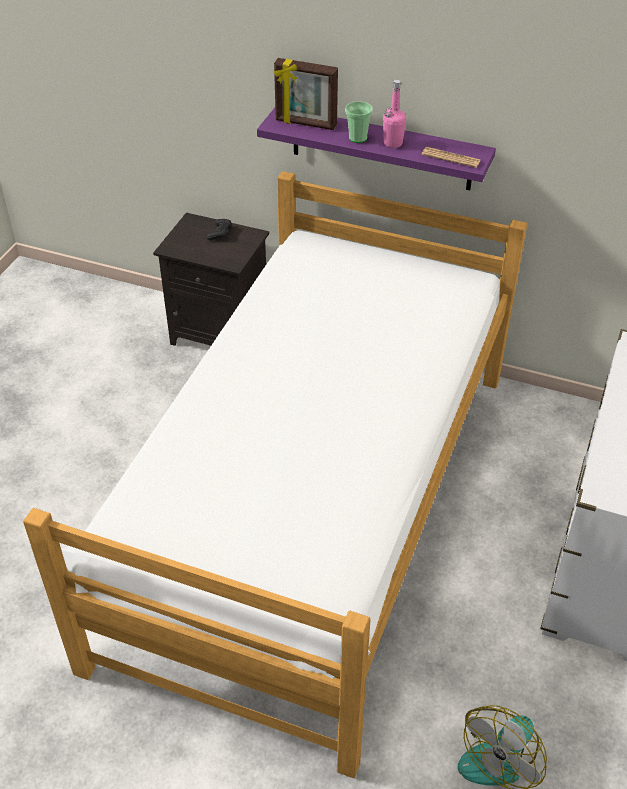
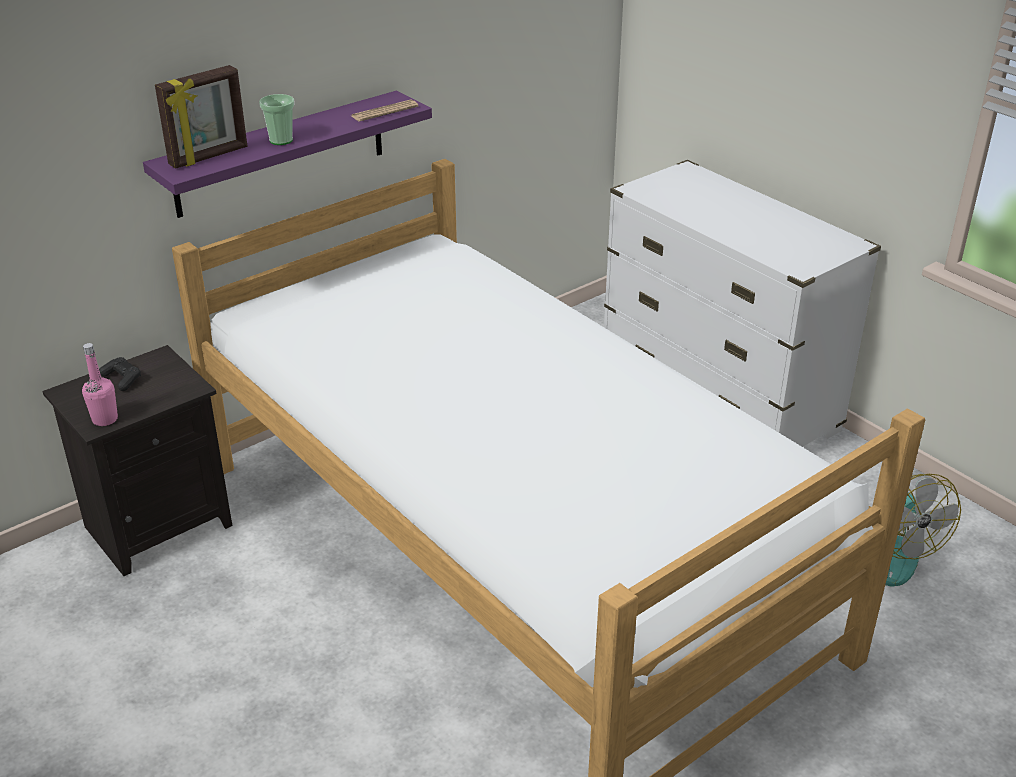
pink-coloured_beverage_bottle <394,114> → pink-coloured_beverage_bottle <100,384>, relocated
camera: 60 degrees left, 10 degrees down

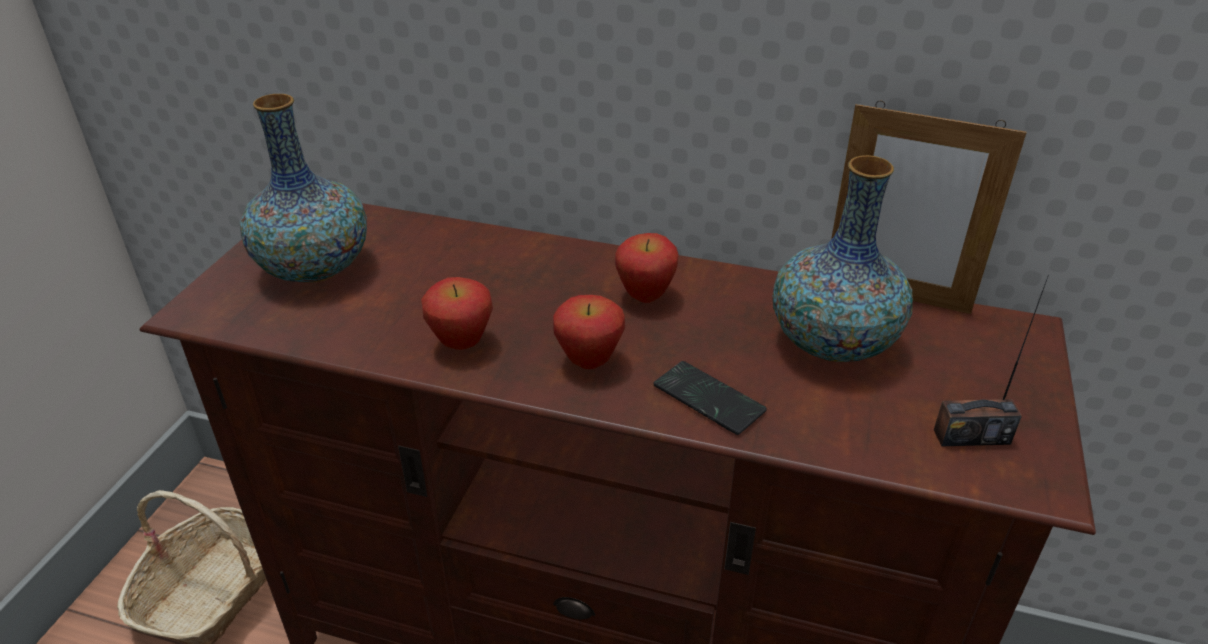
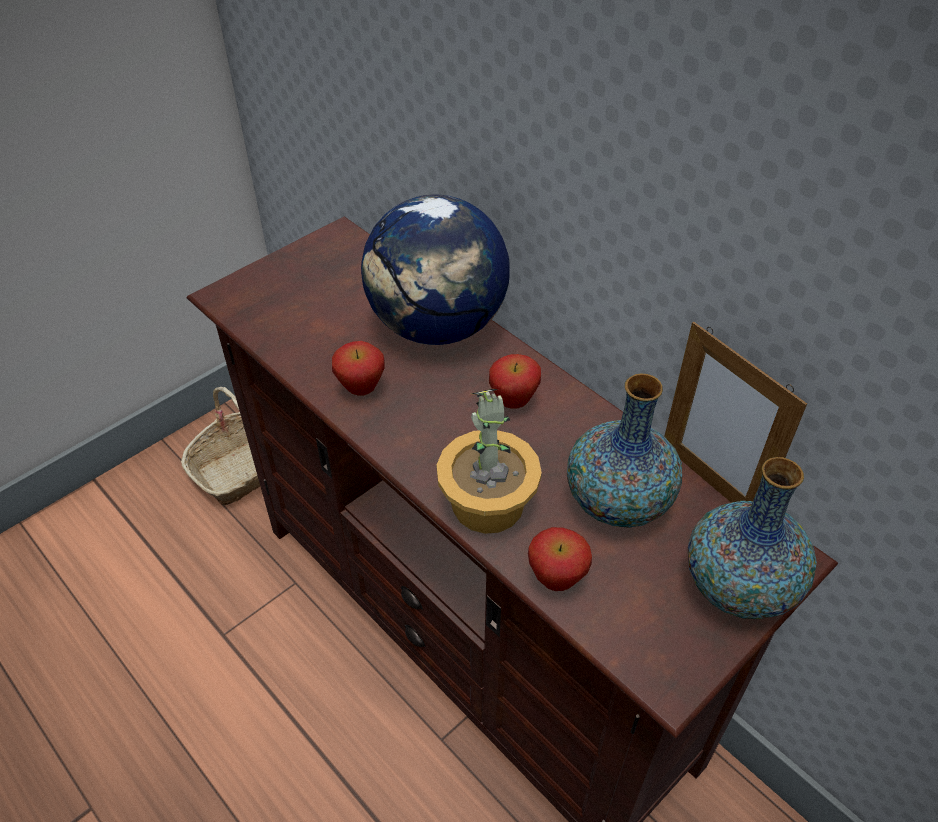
decorative_vase <303,188> → decorative_vase <752,538>, relocated
radio_receiver <991,361> → -
apple <589,332> → apple <560,559>, relocated
handset <710,398> → plant_in_a_pot <489,461>
- → world_globe <435,269>
camera: 30 degrees right, 10 degrees up

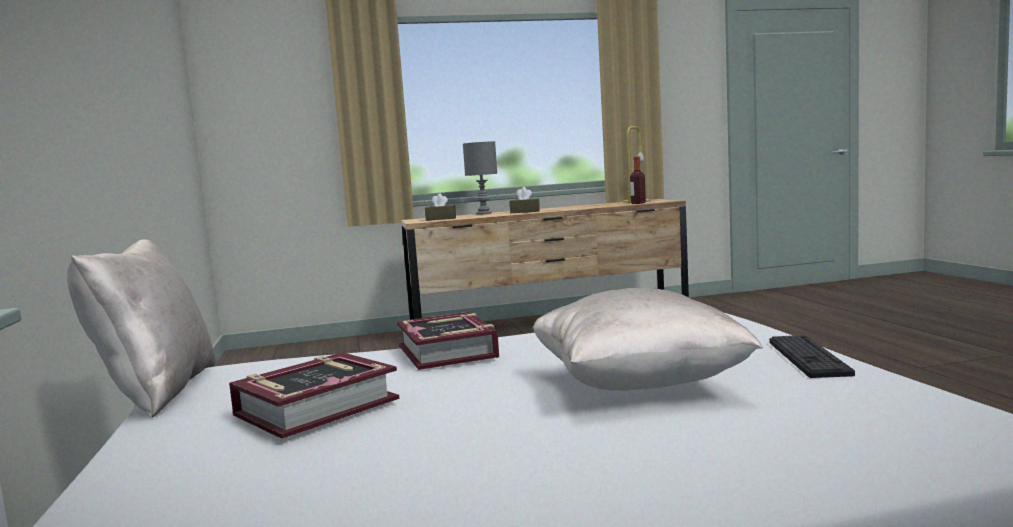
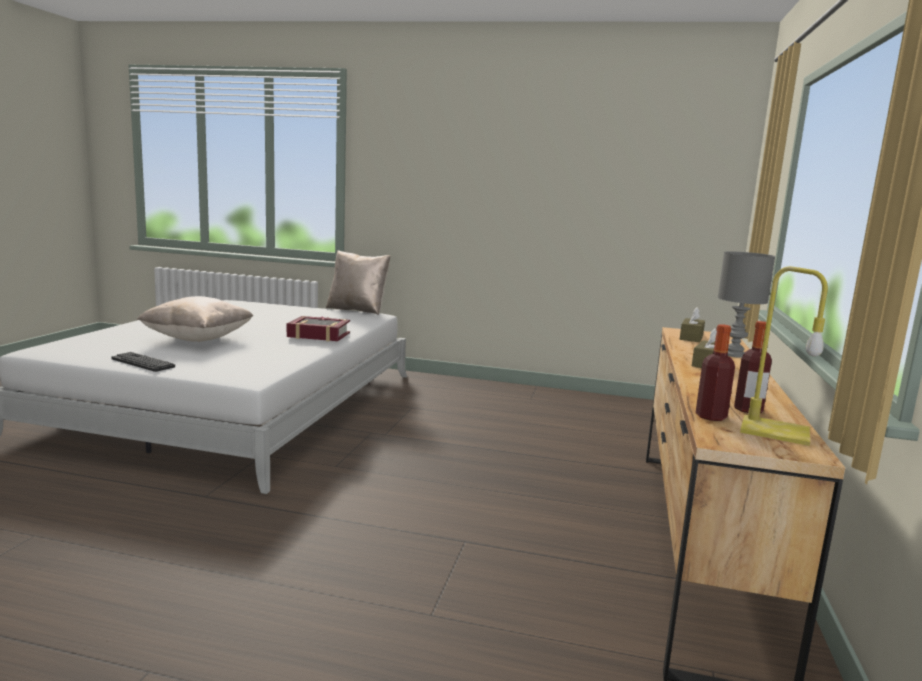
bound_book <314,395> → -
- → beverage_bottle <753,367>
camera: 115 degrees right, 5 degrees up

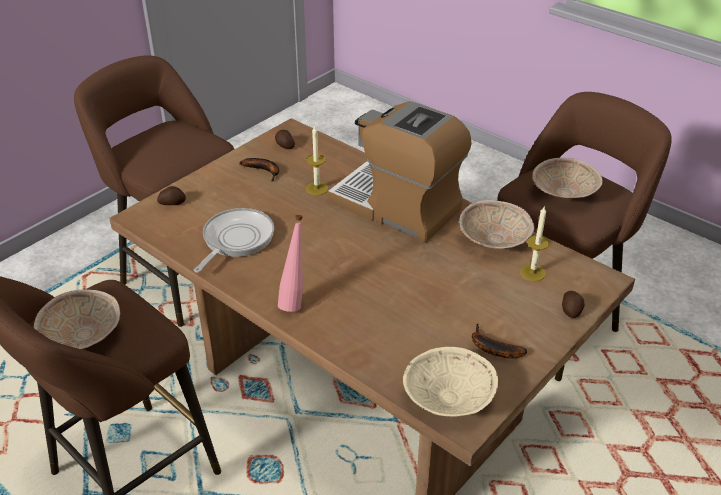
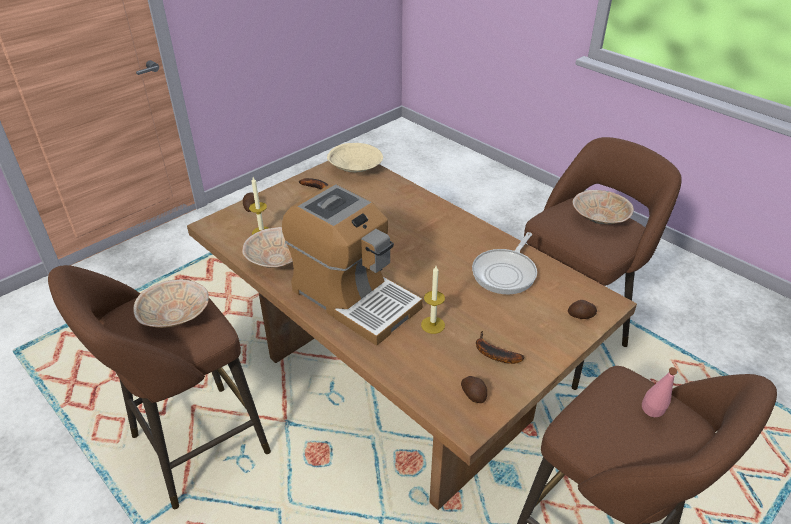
pink-coloured_beverage_bottle <290,263> → pink-coloured_beverage_bottle <660,392>, relocated
camera: 175 degrees left, 0 degrees up

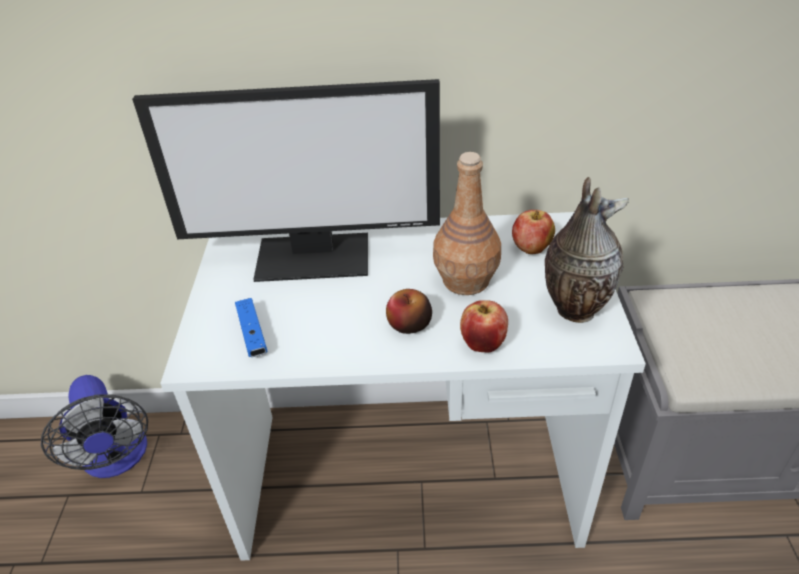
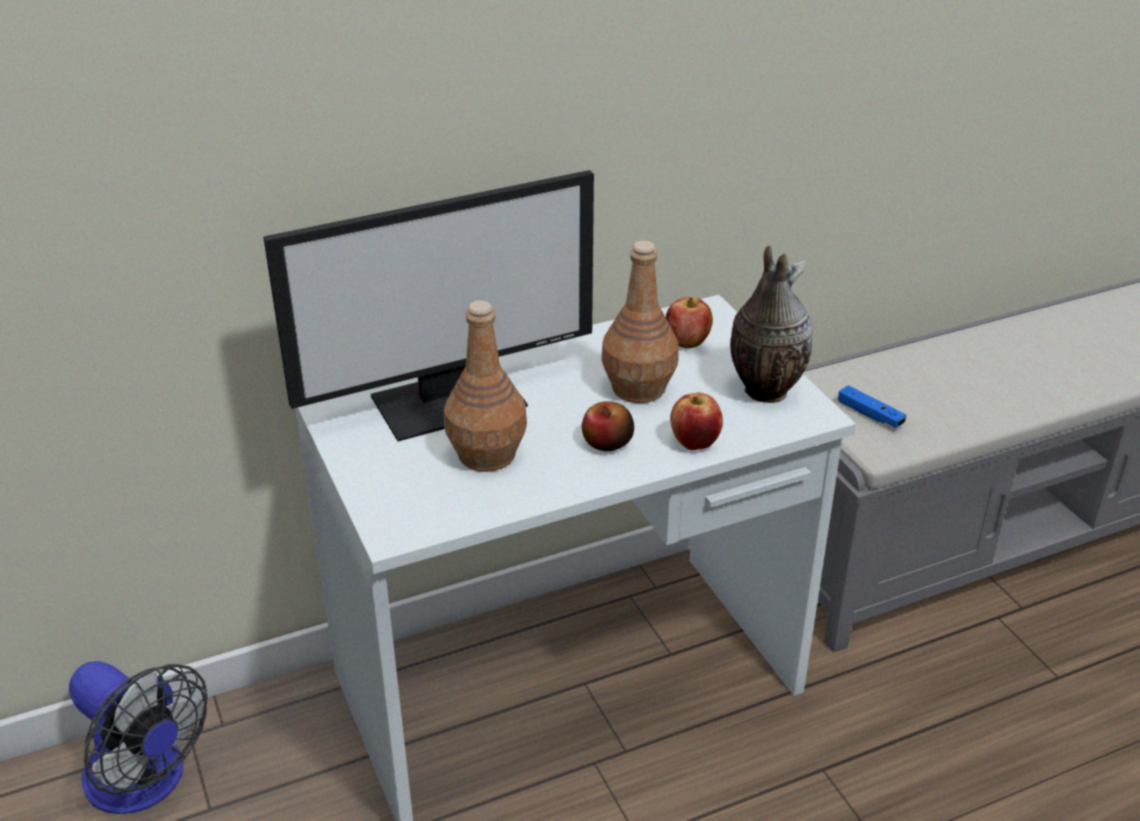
bluish_gamepad <251,327> → bluish_gamepad <872,406>, relocated
- → brownish_beverage_bottle <485,386>
camera: 25 degrees left, 5 degrees down

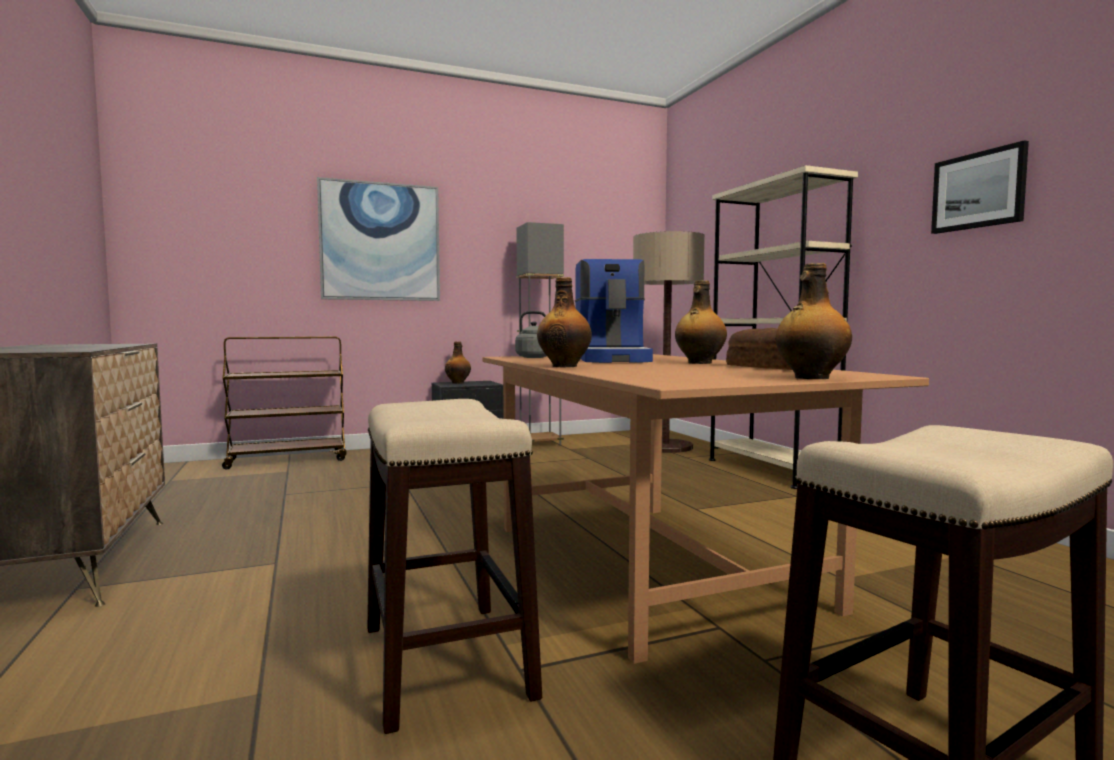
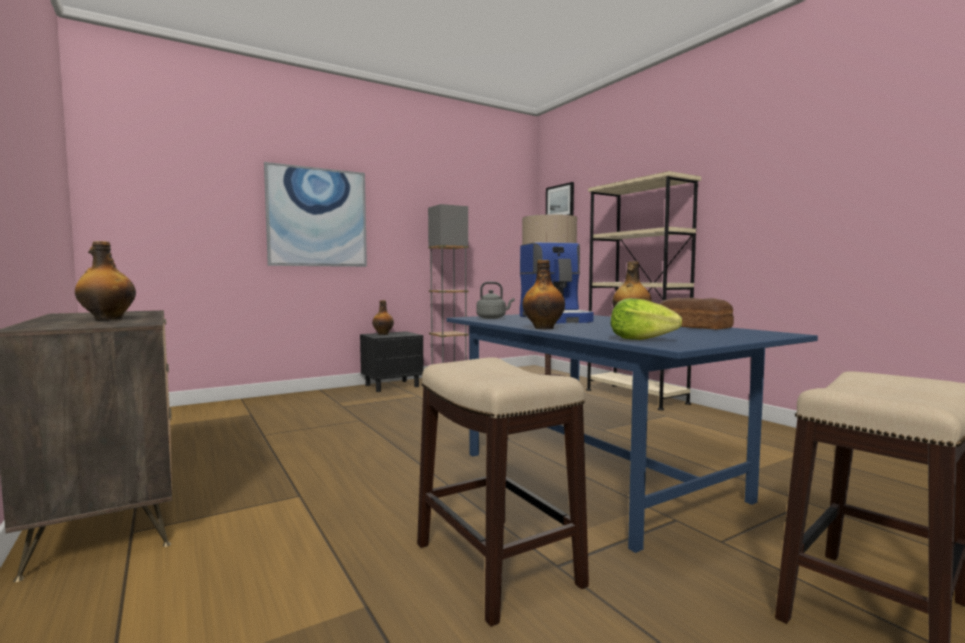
picture <980,187> → picture <560,199>, relocated
beverage_bottle <813,321> → beverage_bottle <105,280>, relocated
brownish_cart <284,403> → -
brownish_dining_table <706,509> → bluish_dining_table <632,433>
- → head_of_lettuce <646,319>
camera: 10 degrees left, 0 degrees up

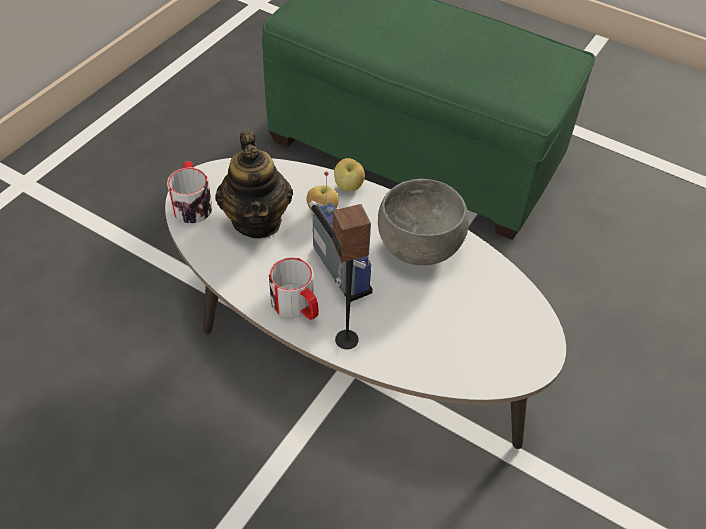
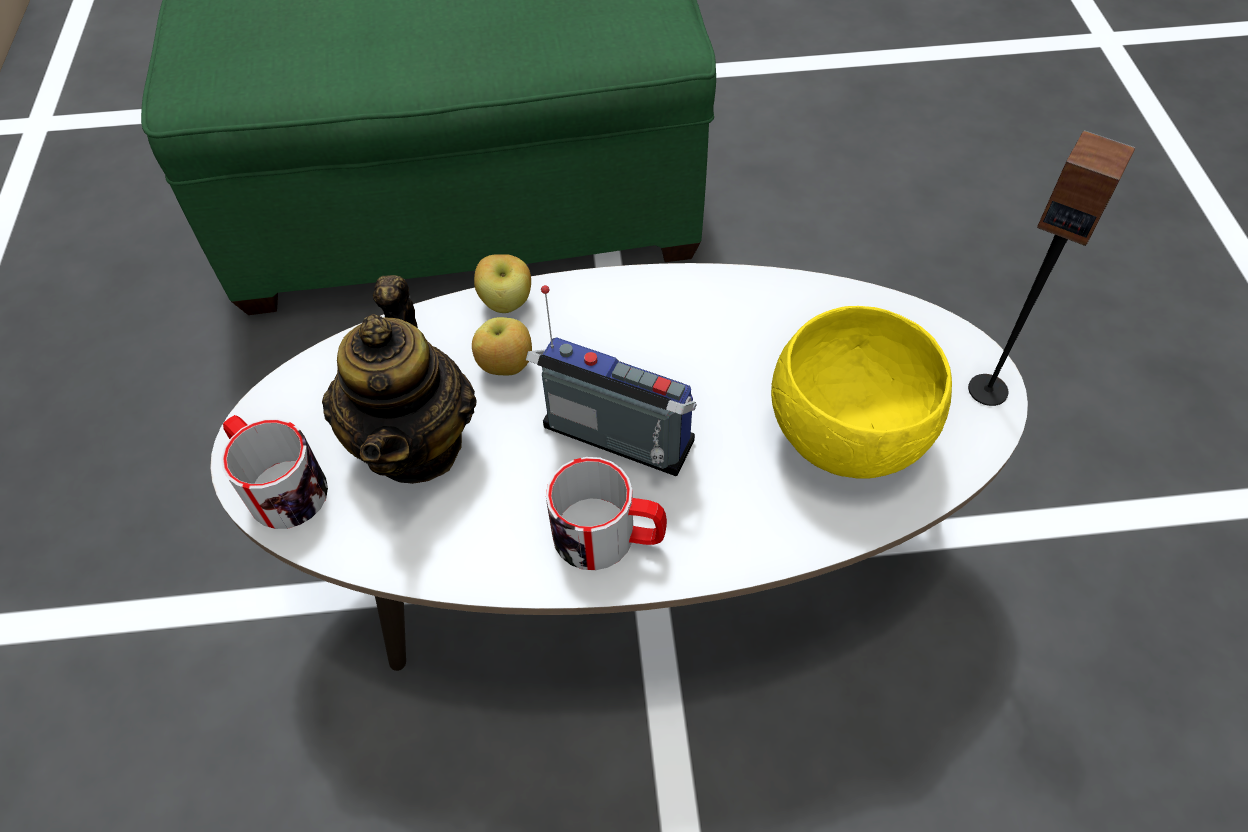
tea_pot <254,184> → tea_pot <399,379>, 45 degrees clockwise
grey_serving_bowl <423,222> → -
loudspeaker <352,276> → loudspeaker <1051,268>, relocated
- → yellow-coloured_serving_bowl <861,392>
camera: 35 degrees left, 5 degrees up

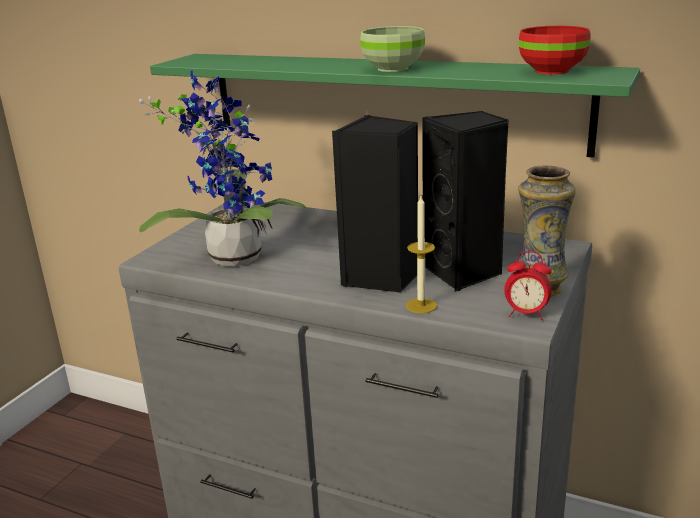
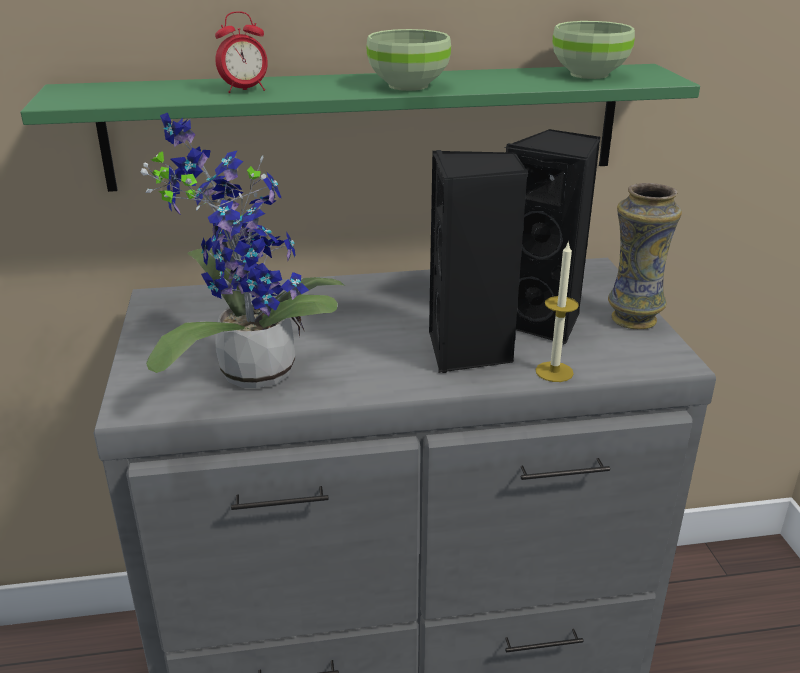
red-coloured_serving_bowl <555,50> → greenish_serving_bowl <594,50>
table_clock <528,285> → table_clock <241,52>, relocated
camera: 35 degrees left, 5 degrees up

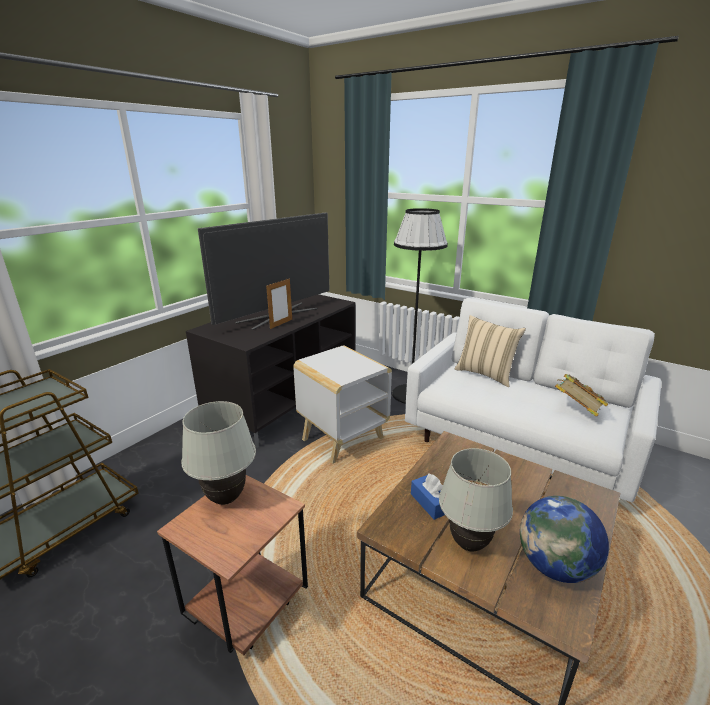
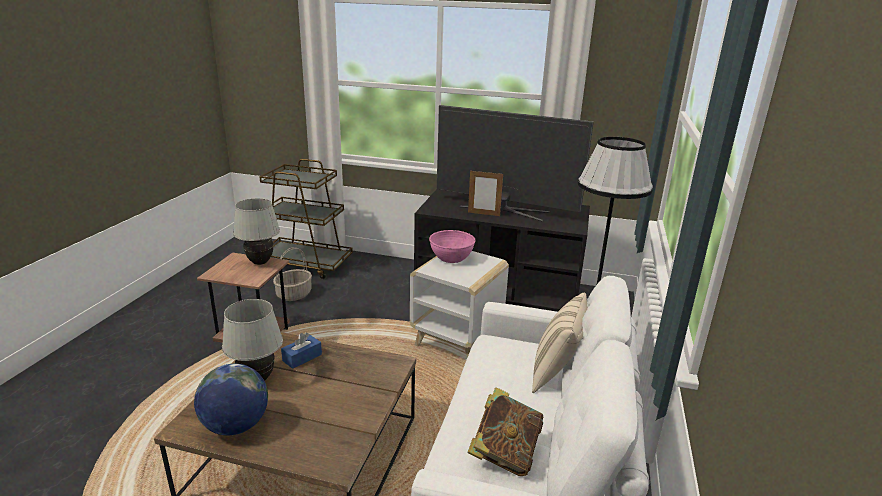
- → pink-coloured_serving_bowl <452,246>
- → basket <292,274>
camera: 70 degrees right, 0 degrees up

